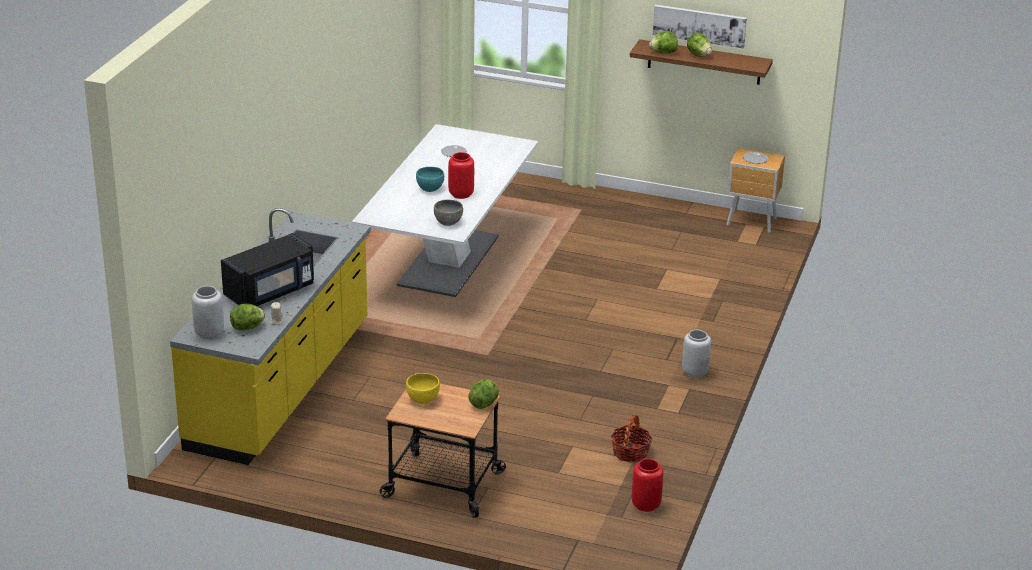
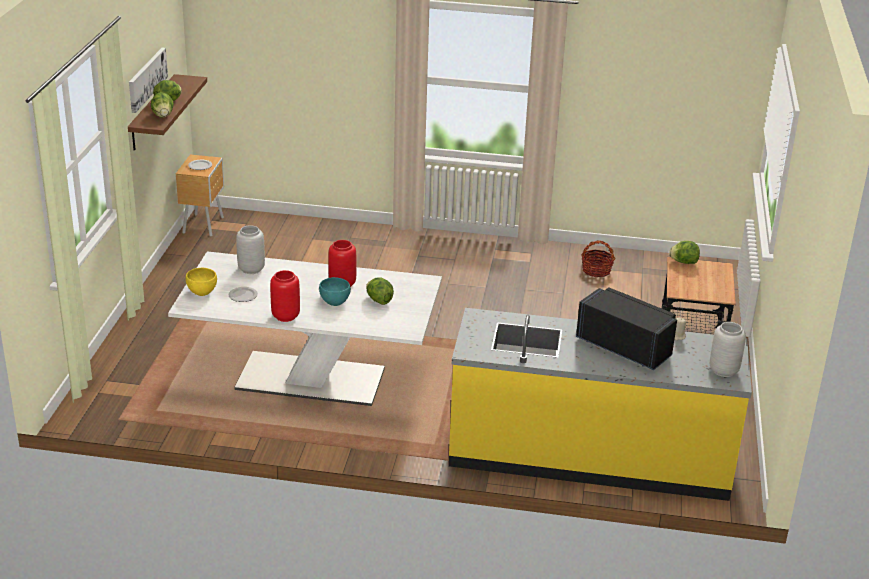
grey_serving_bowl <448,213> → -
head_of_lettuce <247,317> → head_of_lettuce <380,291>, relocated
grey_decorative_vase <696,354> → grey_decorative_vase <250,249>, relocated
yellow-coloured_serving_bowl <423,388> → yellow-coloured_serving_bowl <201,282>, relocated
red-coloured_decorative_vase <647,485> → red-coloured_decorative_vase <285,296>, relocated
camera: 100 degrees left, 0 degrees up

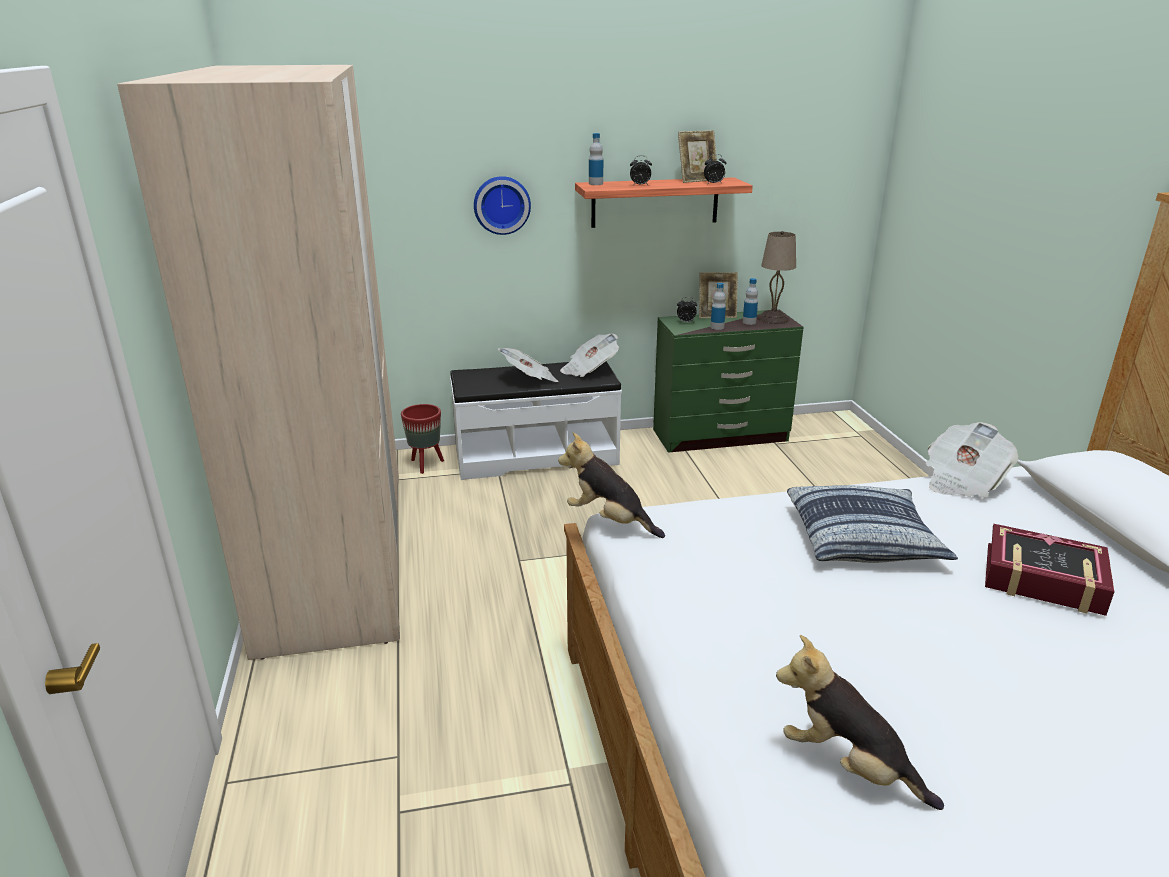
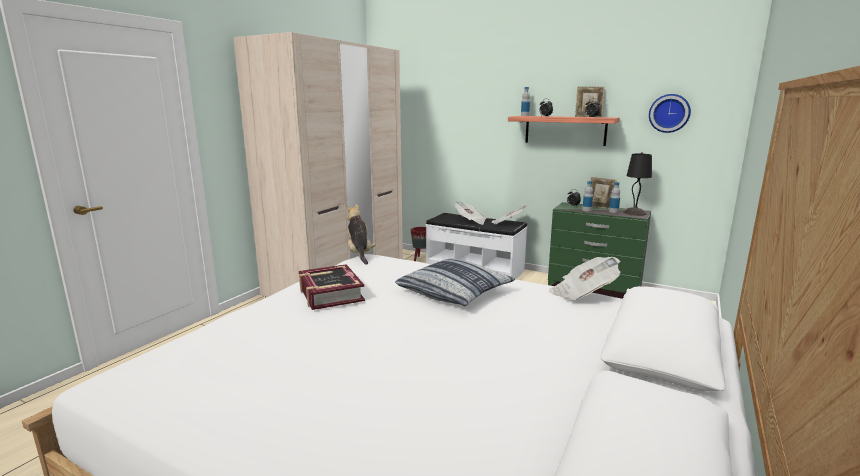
clock_on_the_wall <502,205> → clock_on_the_wall <670,113>, relocated
beige_lamp_for_a_table <776,277> → black_lamp_for_a_table <637,184>
bound_book <1049,570> → bound_book <332,287>, relocated
plush_toy <860,722> → -
camera: 40 degrees right, 10 degrees down

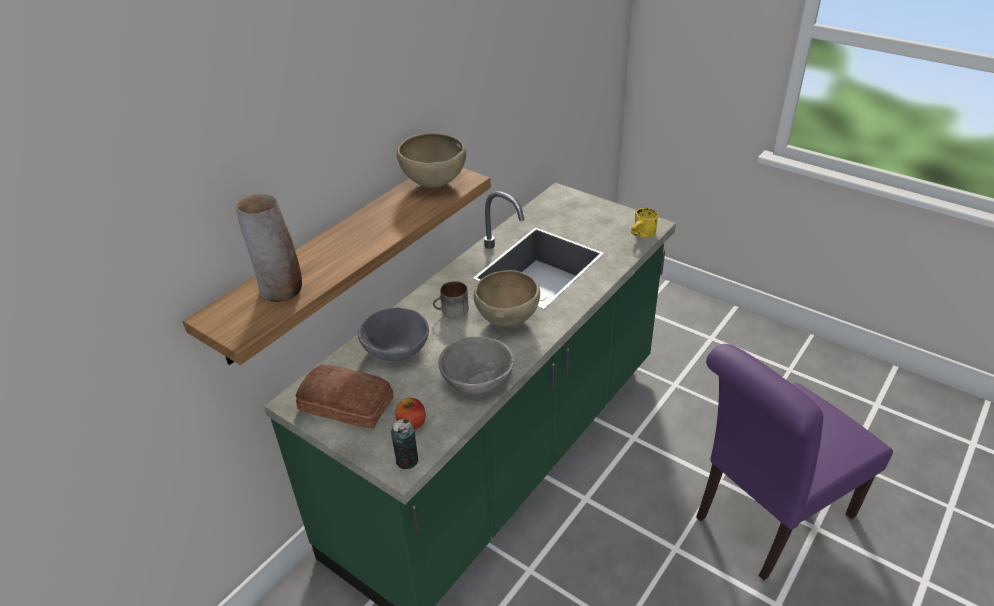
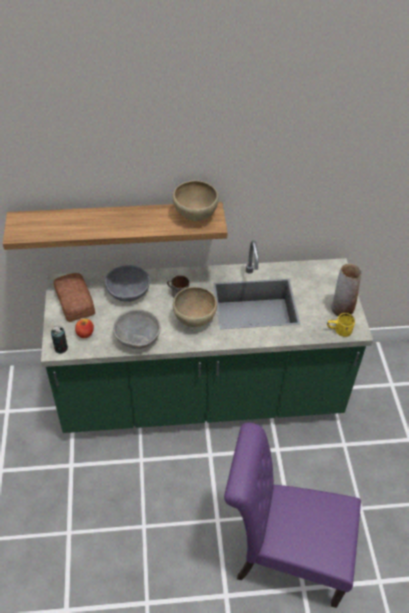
decorative_vase <269,247> → decorative_vase <346,289>, relocated
camera: 45 degrees right, 10 degrees up

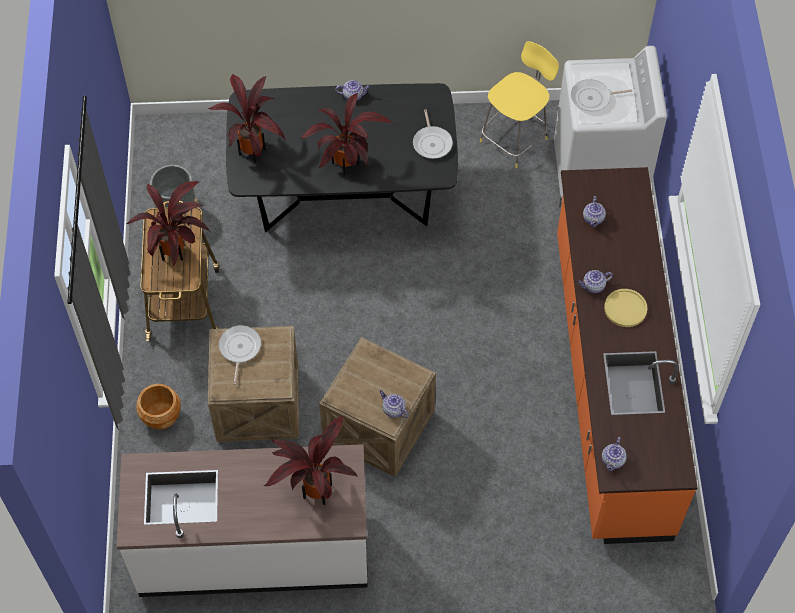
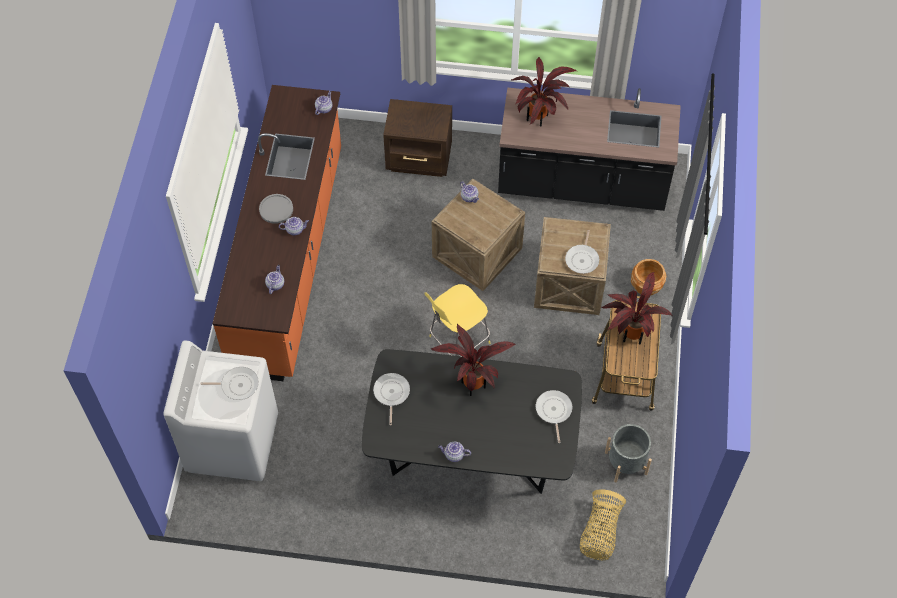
yellow-coloured_stool <519,104> → yellow-coloured_stool <457,320>, relocated
plant_in_a_pot <247,118> → pan <554,416>
yellow-coloured_flat_dish <625,308> → grey_flat_dish <276,209>
whitish_counter <242,520> → black_counter <589,149>
- → brownish_nightstand <417,138>
- → basket <603,524>
camera: 170 degrees left, 0 degrees up

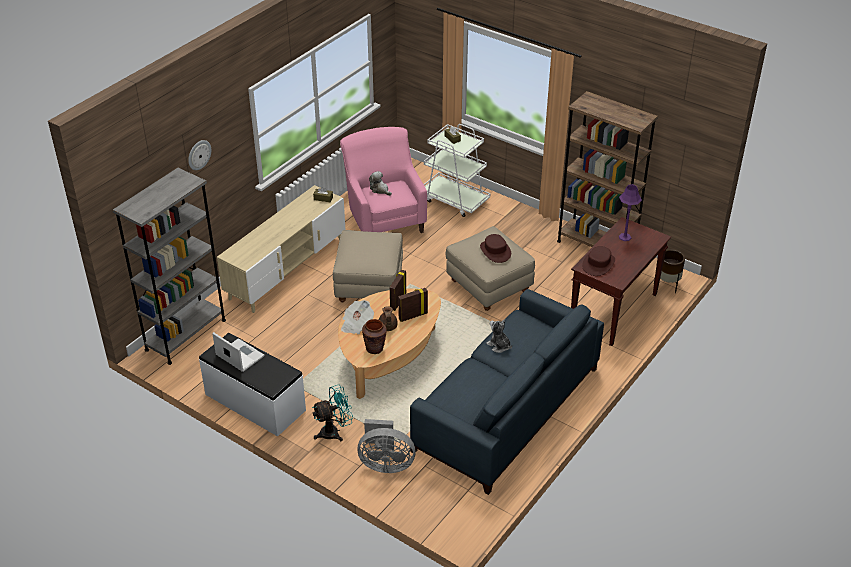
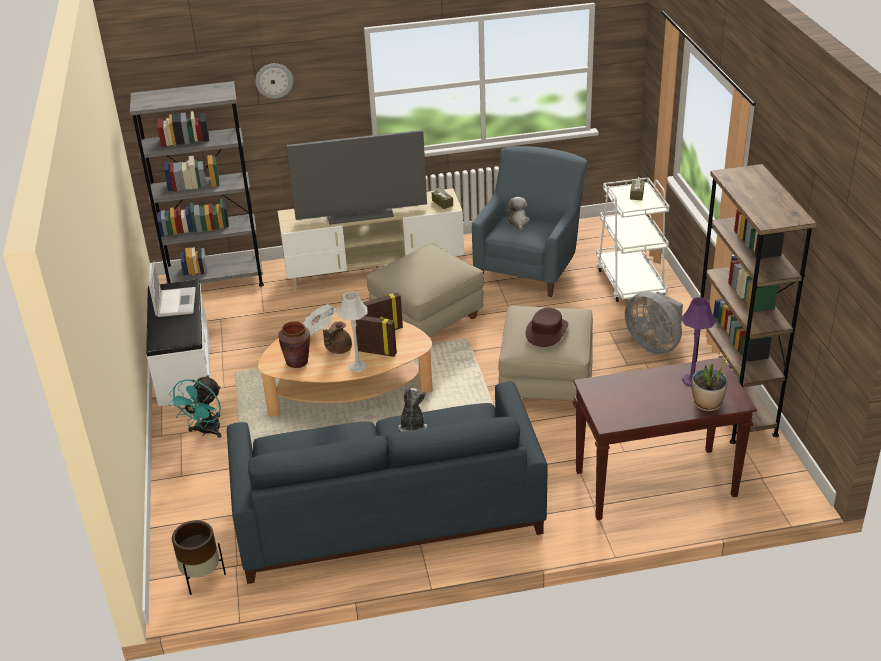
pink-coloured_lounge_chair <383,180> → bluish_lounge_chair <530,221>
brownish_hat <598,261> → -
brownish_flower_pot <669,271> → brownish_flower_pot <199,557>, relocated
blue-green_fan <332,413> → blue-green_fan <194,406>, 90 degrees clockwise
grey_fan <387,446> → grey_fan <654,323>, relocated
- → TV_set <356,177>
- → grey_lamp_for_a_table <352,331>
- → plant_in_a_pot <710,384>
camera: 45 degrees right, 5 degrees down

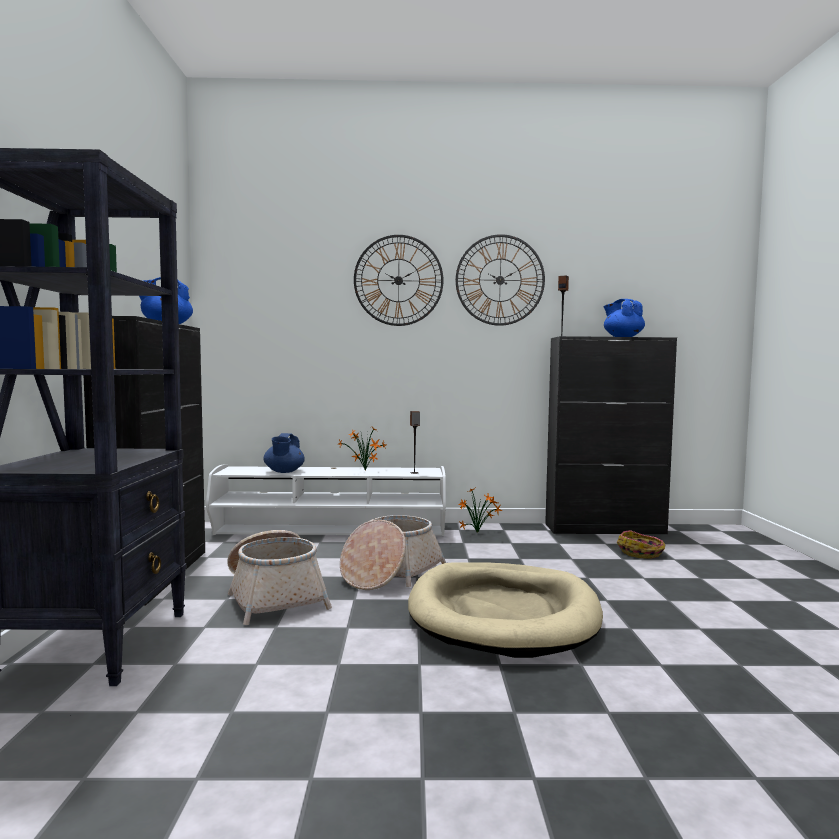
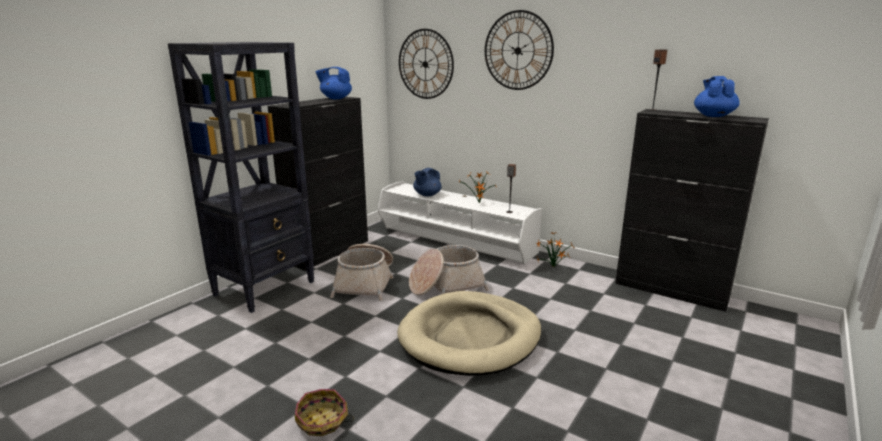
clock_on_the_wall <500,280> → clock_on_the_wall <426,64>, relocated
basket <641,544> → basket <324,412>, relocated
camera: 35 degrees right, 15 degrees up

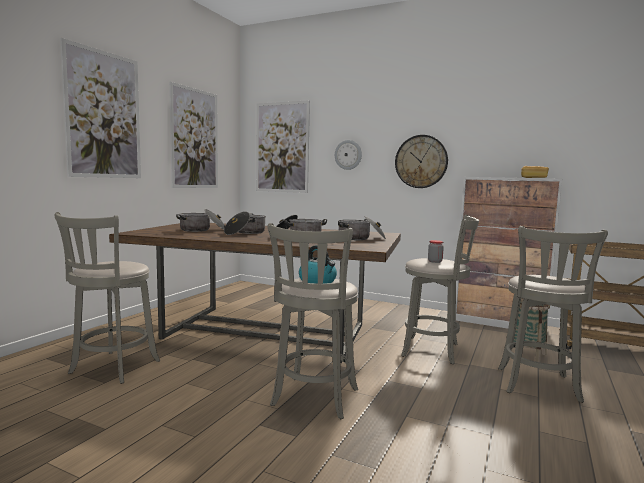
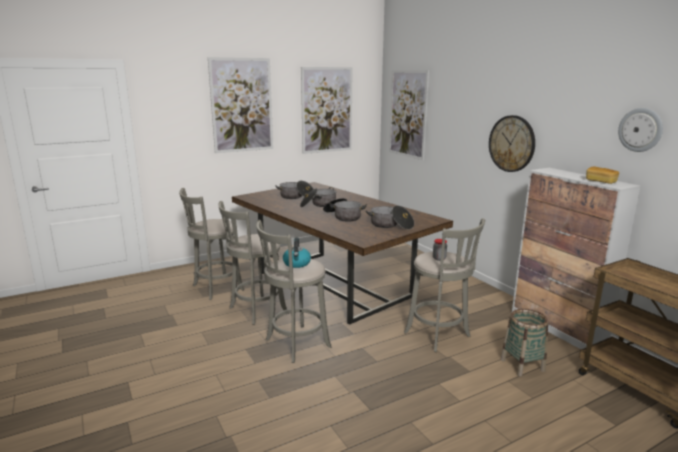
clock_on_the_wall <348,155> → clock_on_the_wall <640,130>, relocated
grey_stool <553,314> → grey_stool <252,263>, relocated
camera: 35 degrees right, 10 degrees up

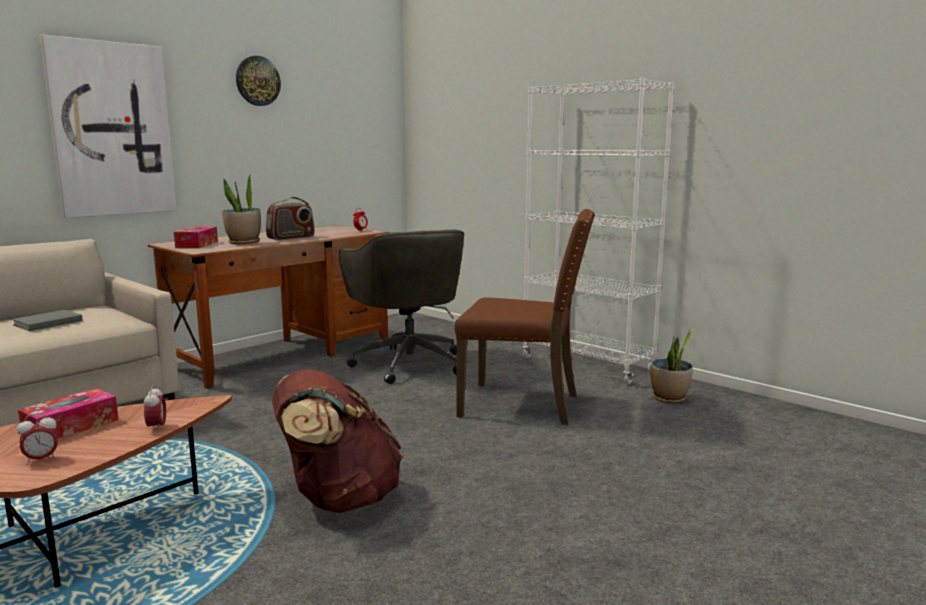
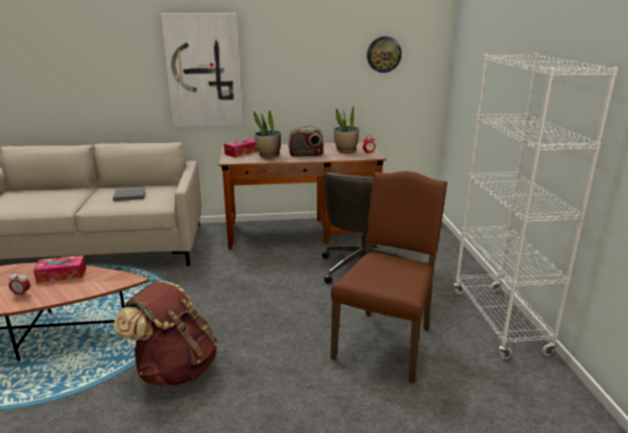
clock_on_the_wall <258,81> → clock_on_the_wall <384,54>, relocated
brownish_upright_chair <525,317> → brownish_upright_chair <389,277>, 120 degrees counterclockwise
plant_in_a_pot <672,365> → plant_in_a_pot <346,130>, relocated
table_clock <155,408> → -
camera: 40 degrees right, 10 degrees up

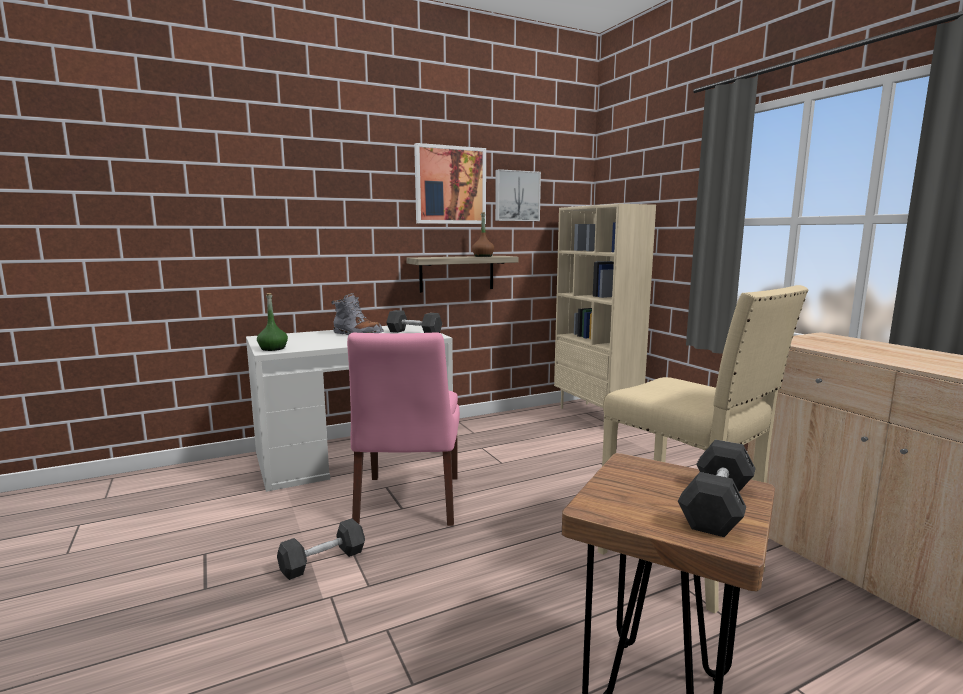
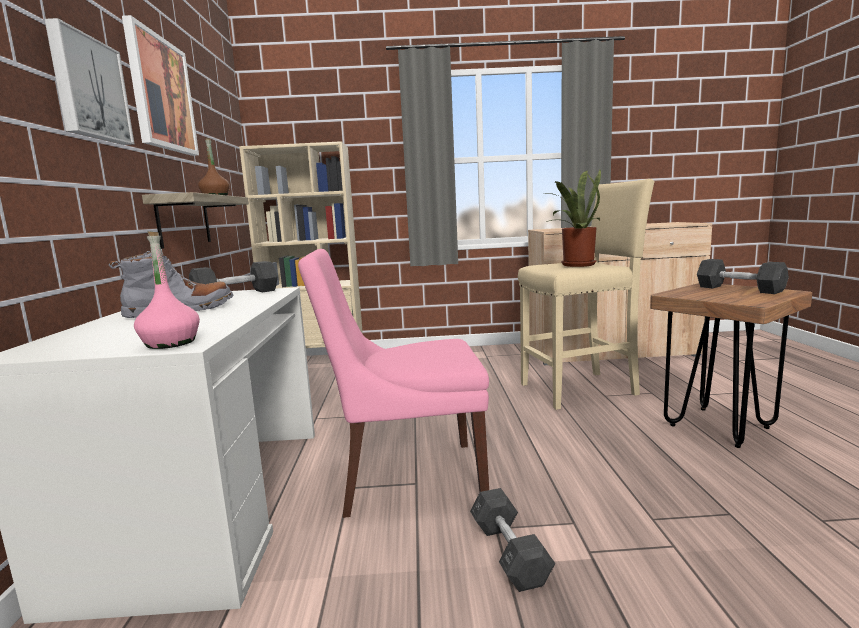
picture <518,195> → picture <89,81>, relocated
greenish_beverage_bottle <272,322> → pink-coloured_beverage_bottle <167,290>
pink-coloured_upright_chair <403,429> → pink-coloured_upright_chair <393,383>, 150 degrees clockwise
- → plant_in_a_pot <574,218>
camera: 65 degrees left, 0 degrees up

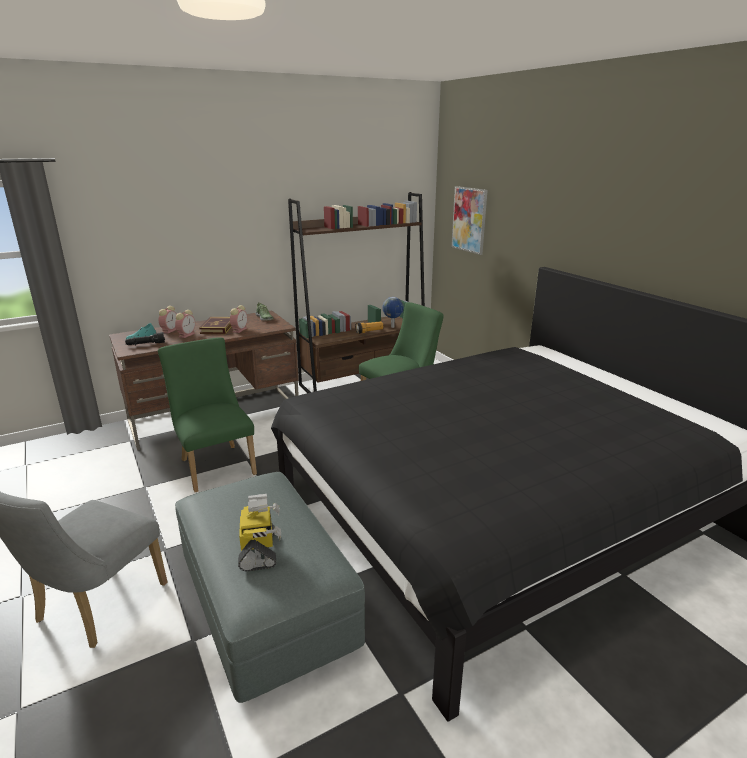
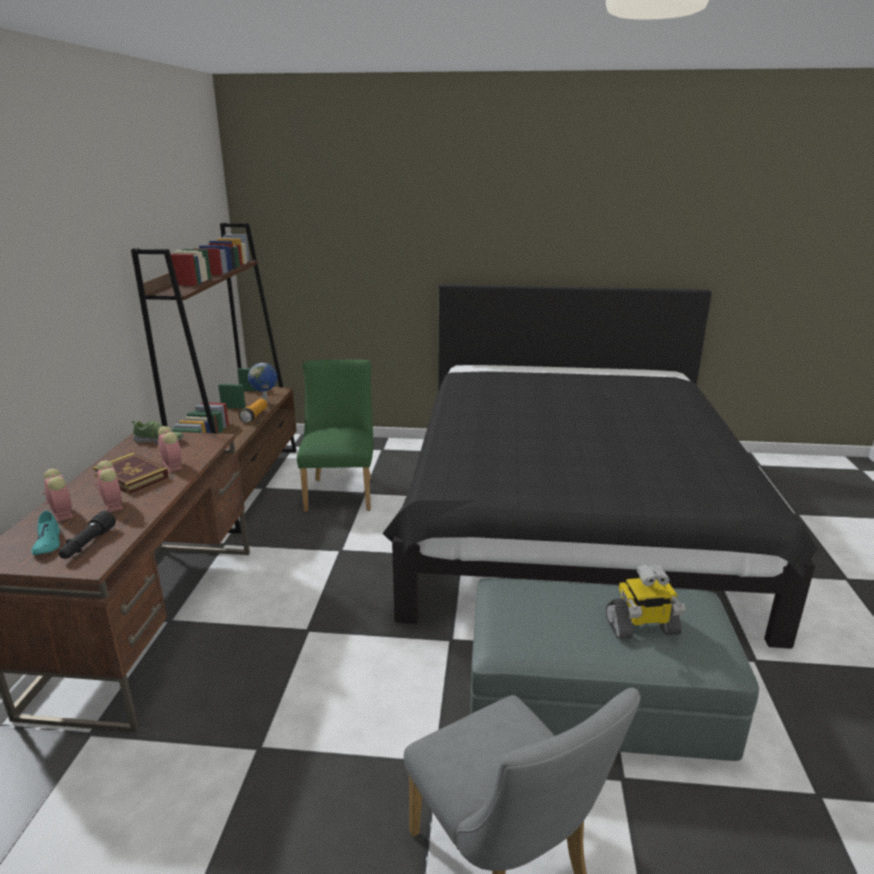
picture <469,220> → -
greenish_upright_chair <207,414> → -
robot_figure <259,533> → robot_figure <646,601>, 150 degrees clockwise
camera: 55 degrees left, 0 degrees up

